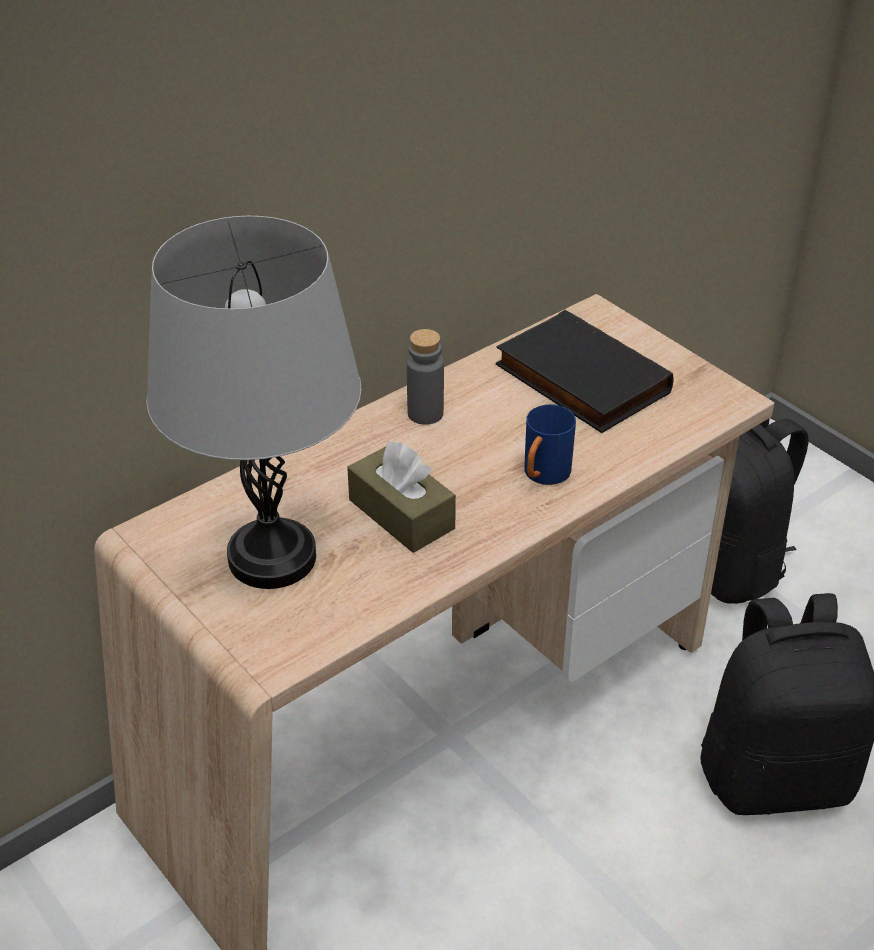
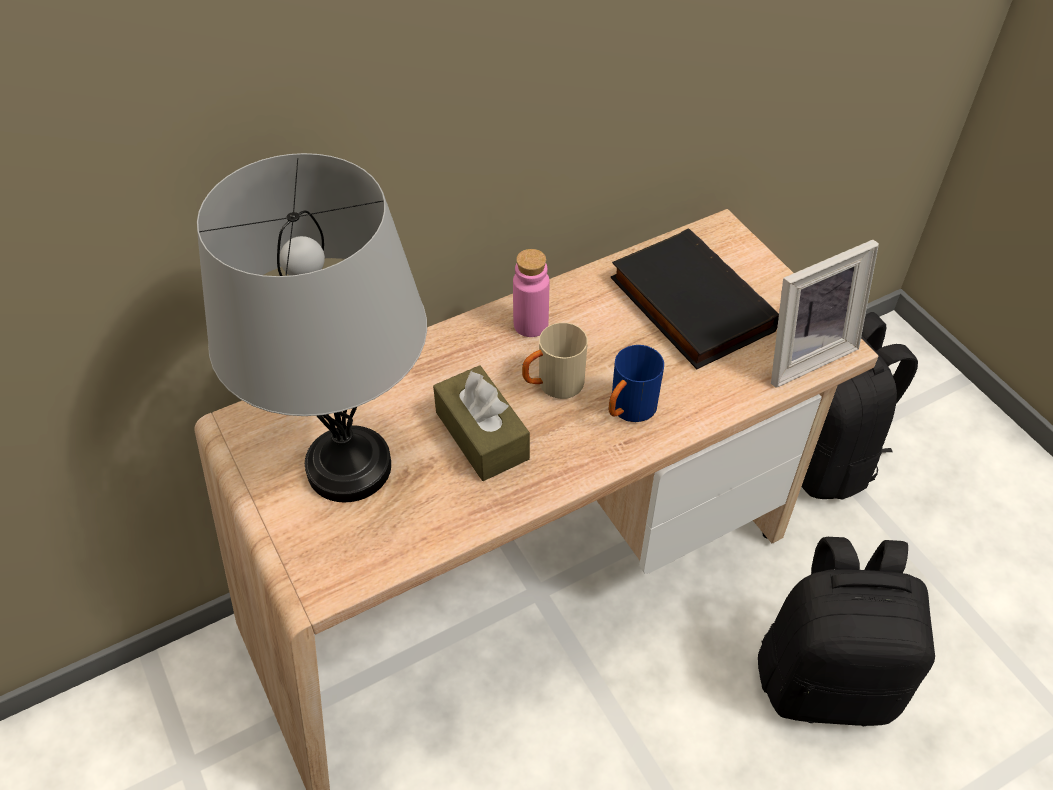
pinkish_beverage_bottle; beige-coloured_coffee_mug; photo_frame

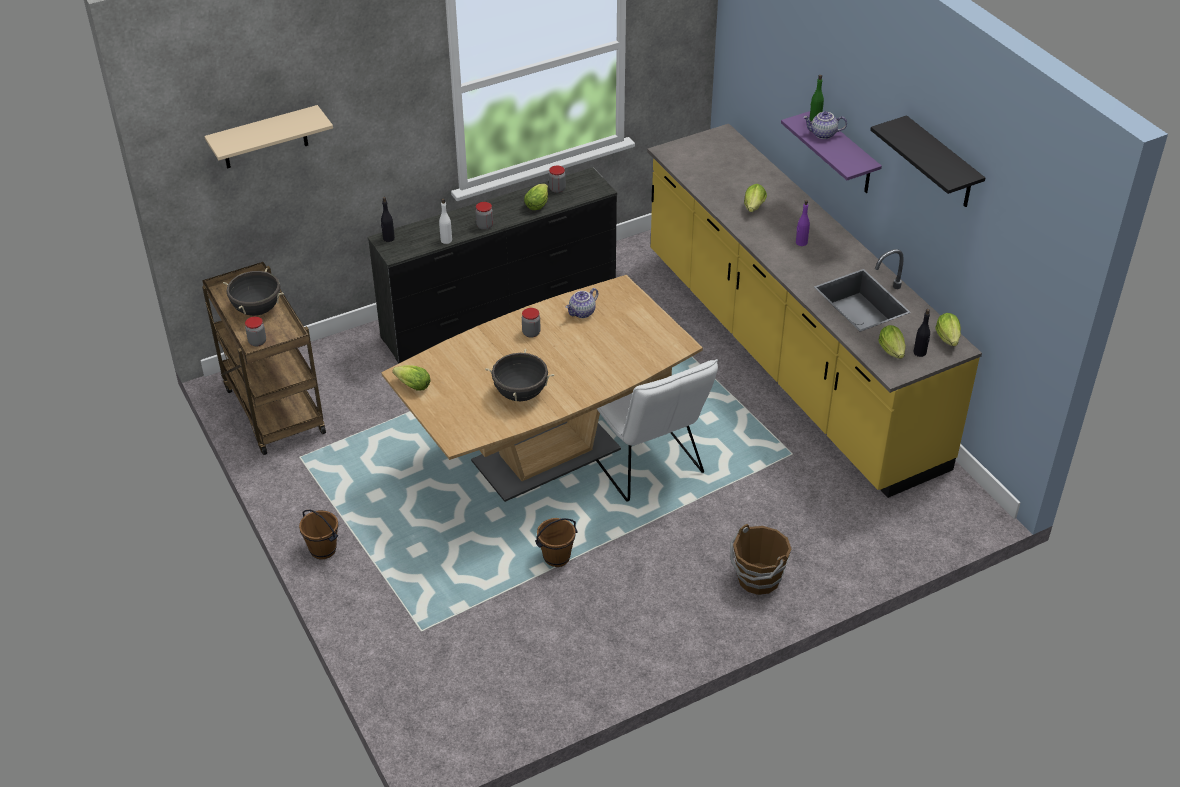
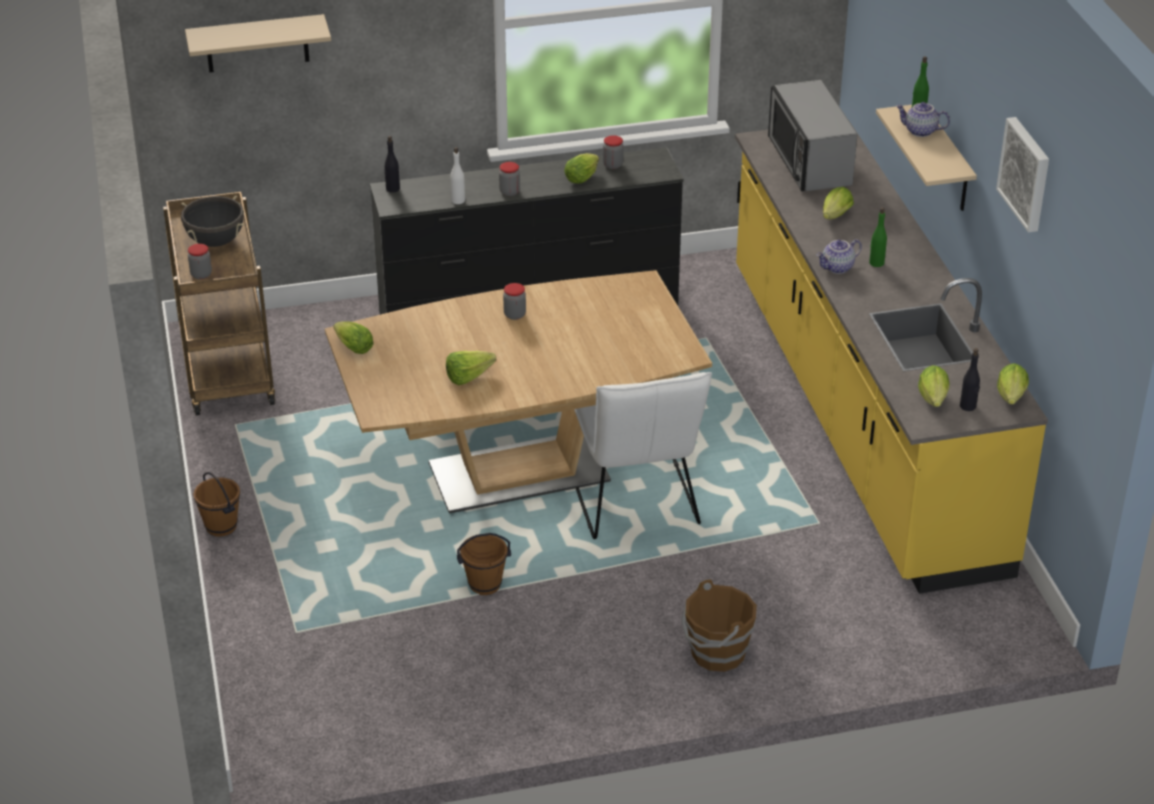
head_of_lettuce (no. 2 from left); kitchen_microwave; tea_pot (no. 1 from left); greenish_beverage_bottle (no. 1 from left); beige-coloured_shelf (no. 2 from left); picture

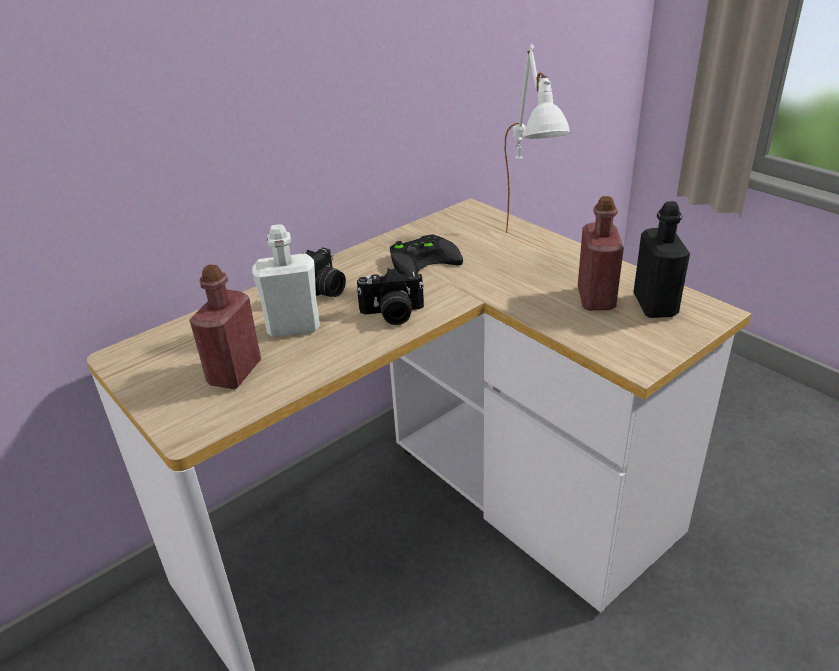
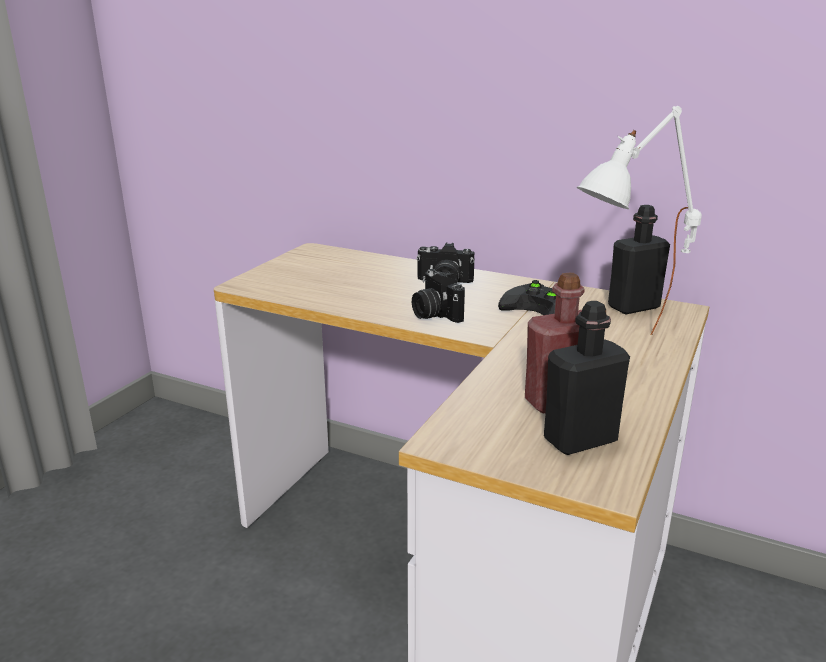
black-coloured_beverage_bottle (no. 2 from left); red_beverage_bottle (no. 1 from left in the first image); whitish_beverage_bottle

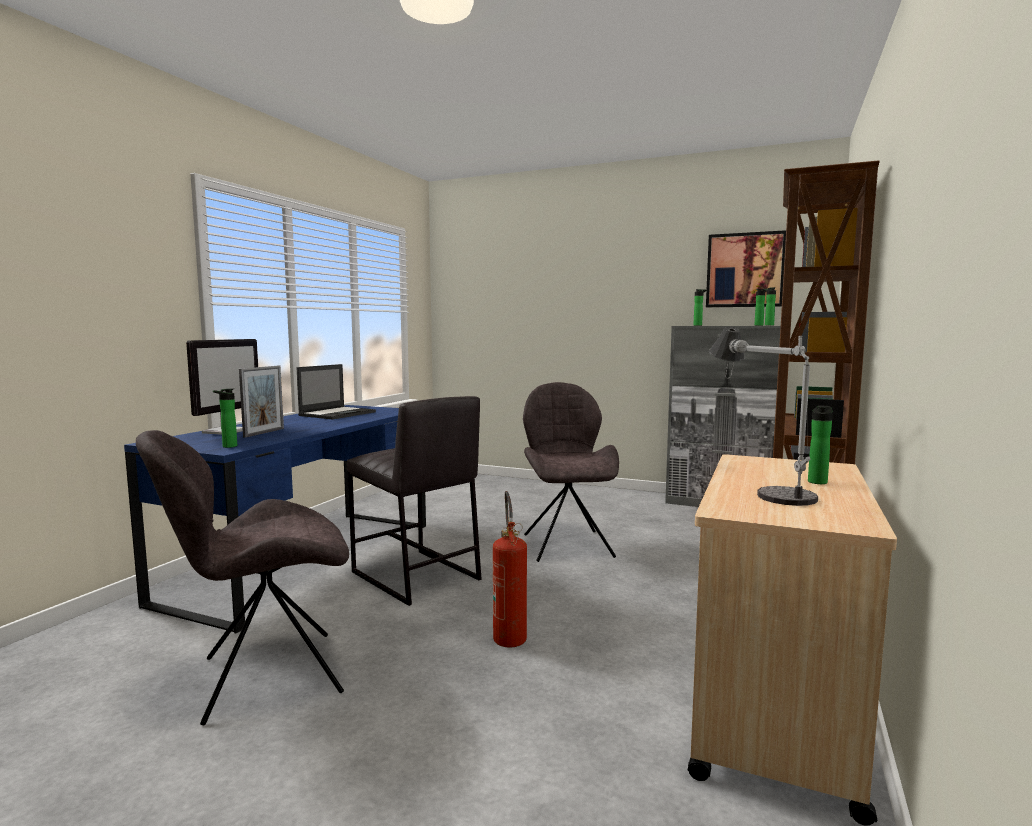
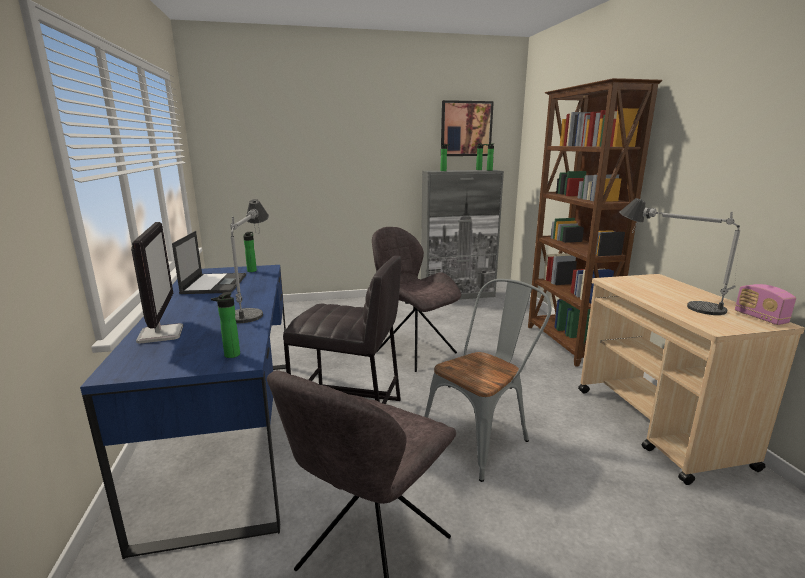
table_lamp (no. 1 from left); beverage_bottle (no. 2 from left); gray_upright_chair (no. 3 from left); radio_receiver; photo_frame

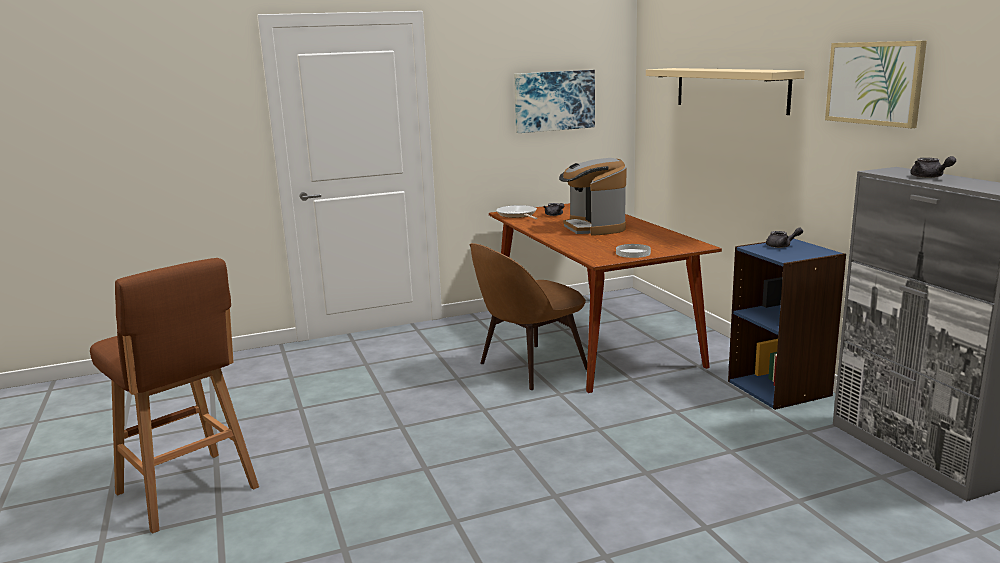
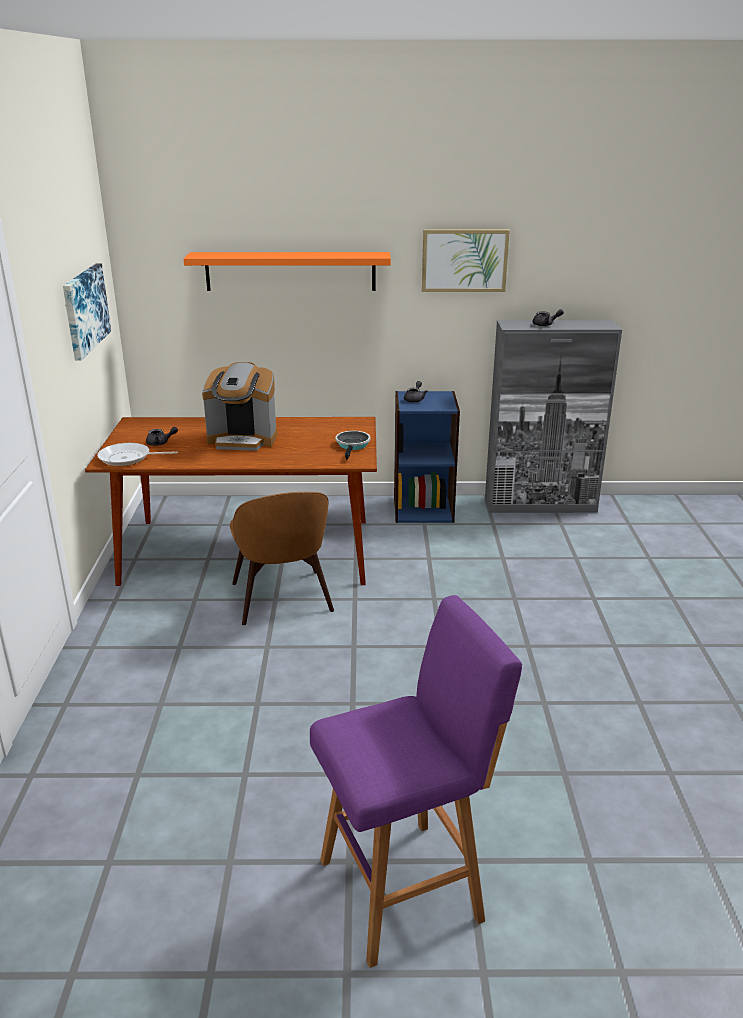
orange-coloured_shelf; purple-coloured_stool; frying_pan (no. 2 from left)

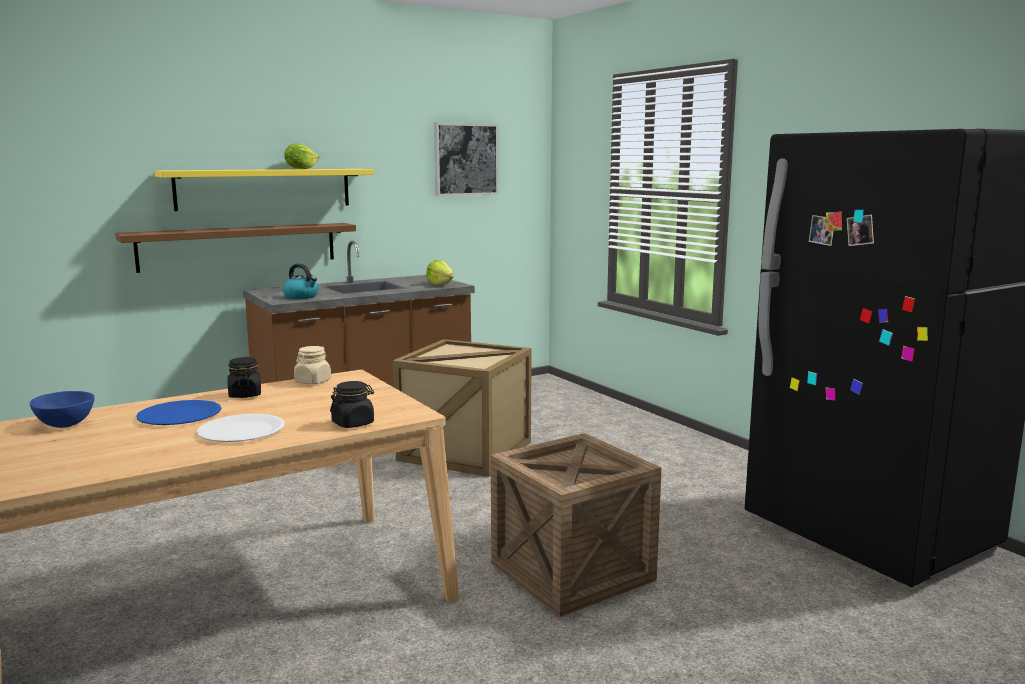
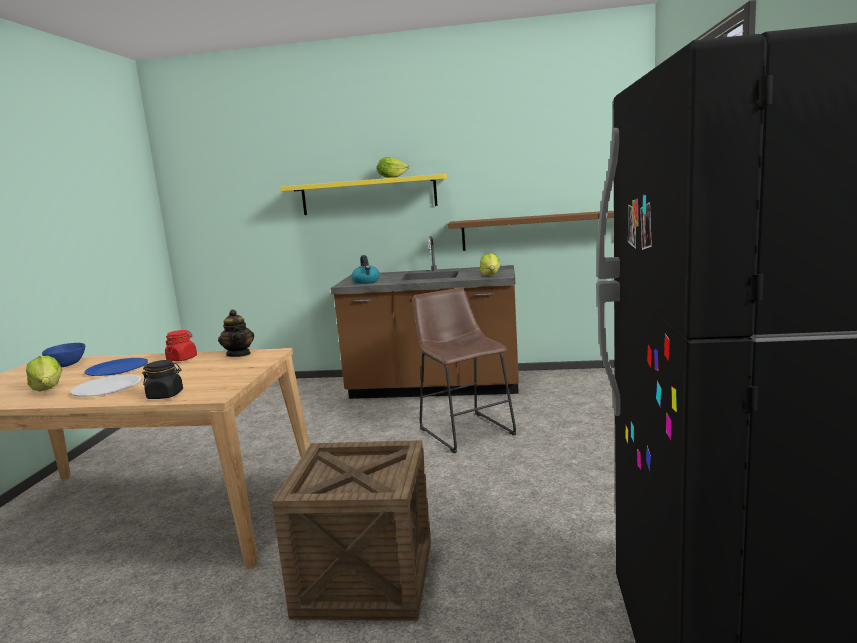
head_of_lettuce (no. 1 from left); red_storage_jar; tea_pot; brown-coloured_stool; brown-coloured_shelf; picture

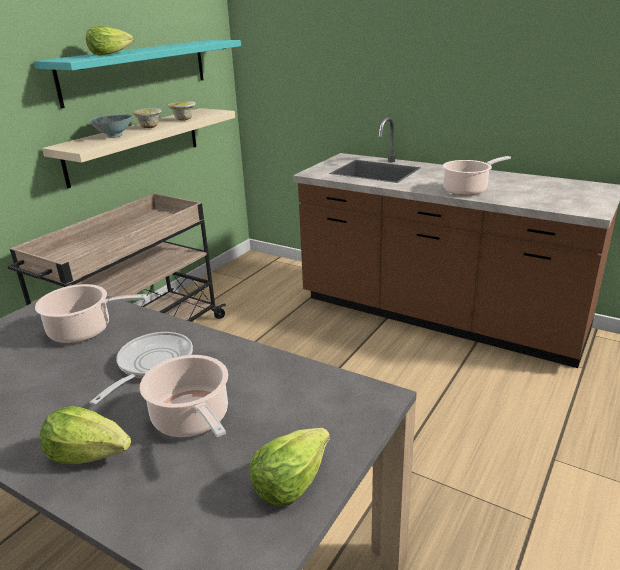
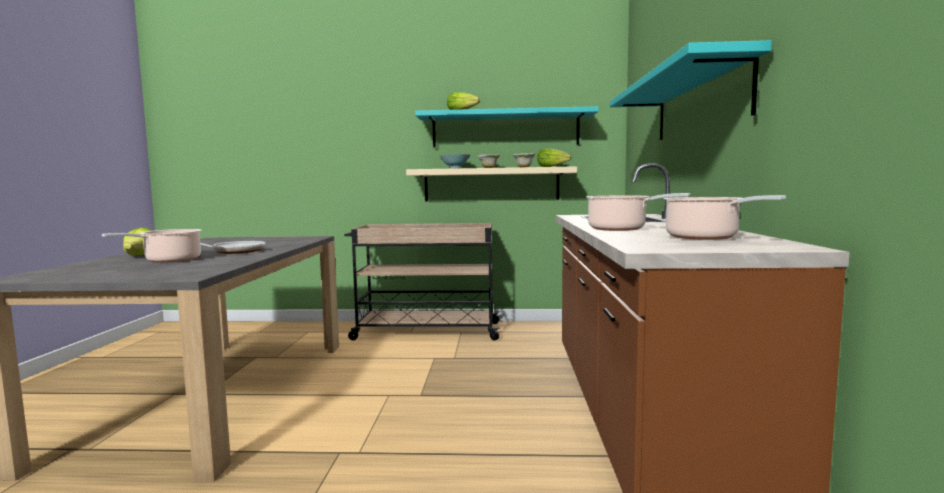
head_of_lettuce (no. 3 from left); turquoise_shelf (no. 2 from left); stockpot (no. 3 from left)

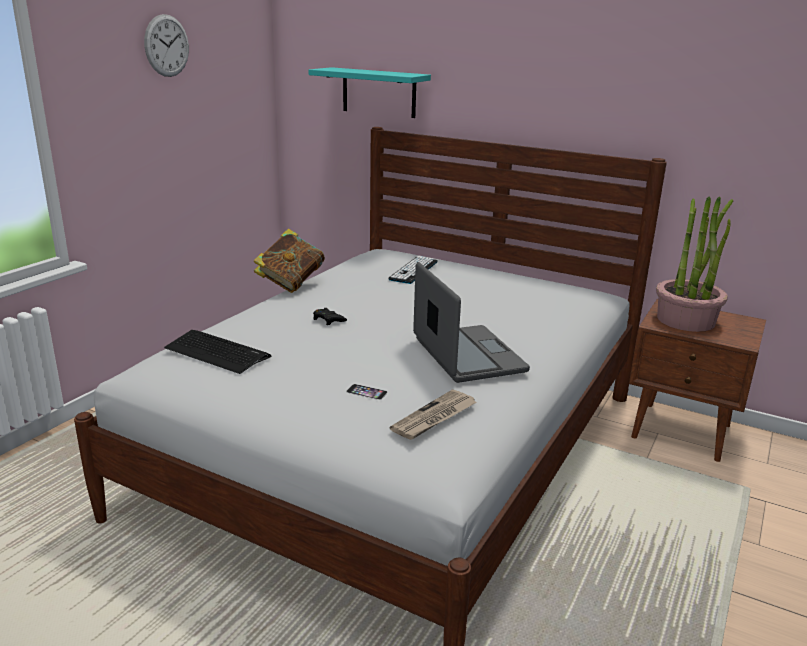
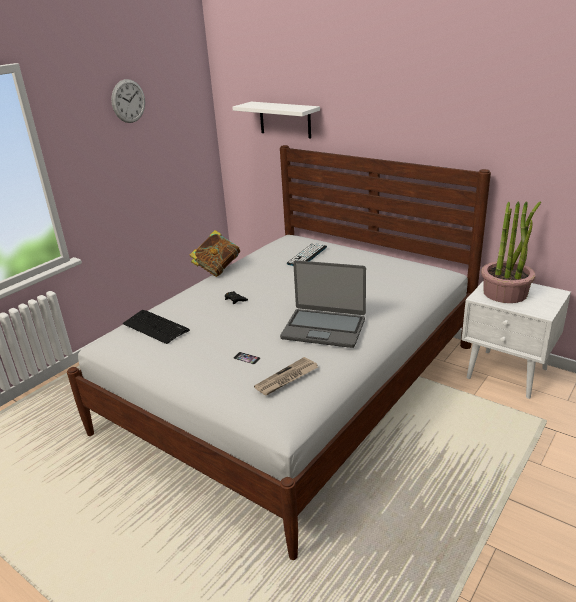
whitish_shelf; laptop; whitish_night_table

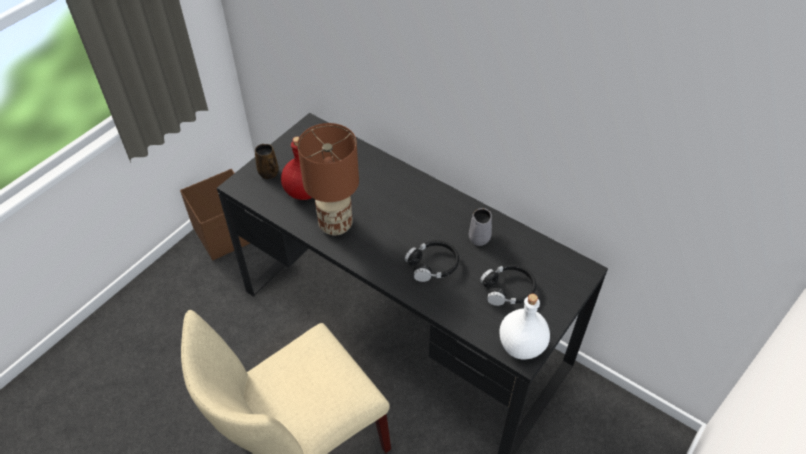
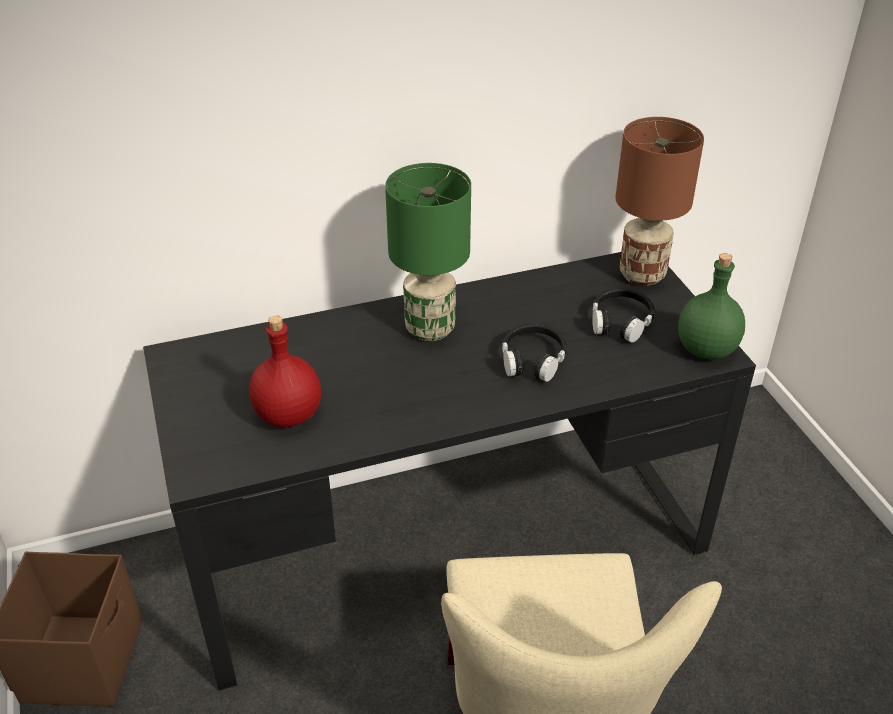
greenish_table_lamp; brown-coloured_table_lamp; greenish_beverage_bottle; brown-coloured_coffee_mug; gray_coffee_mug

